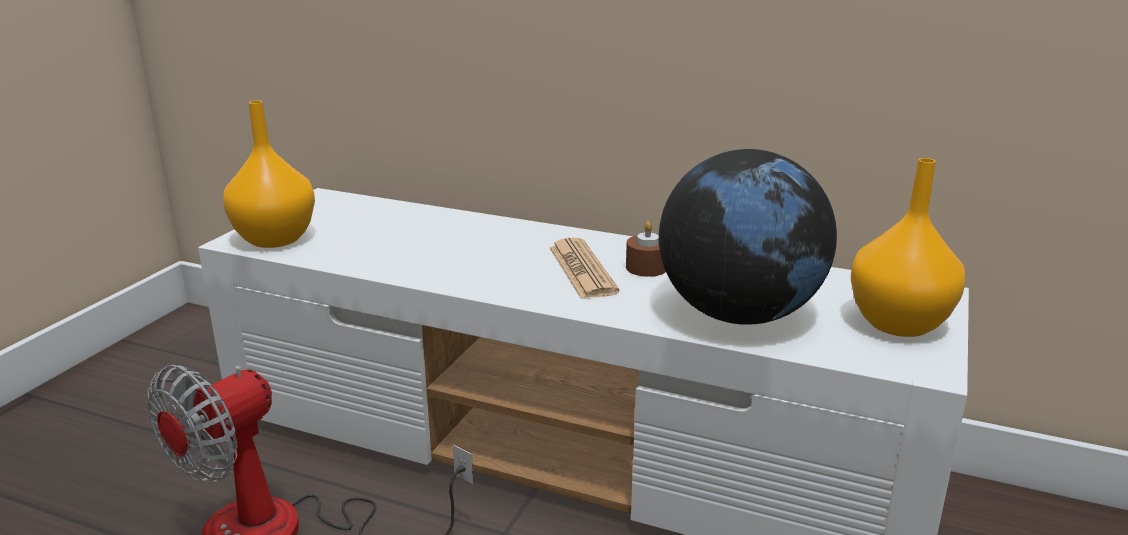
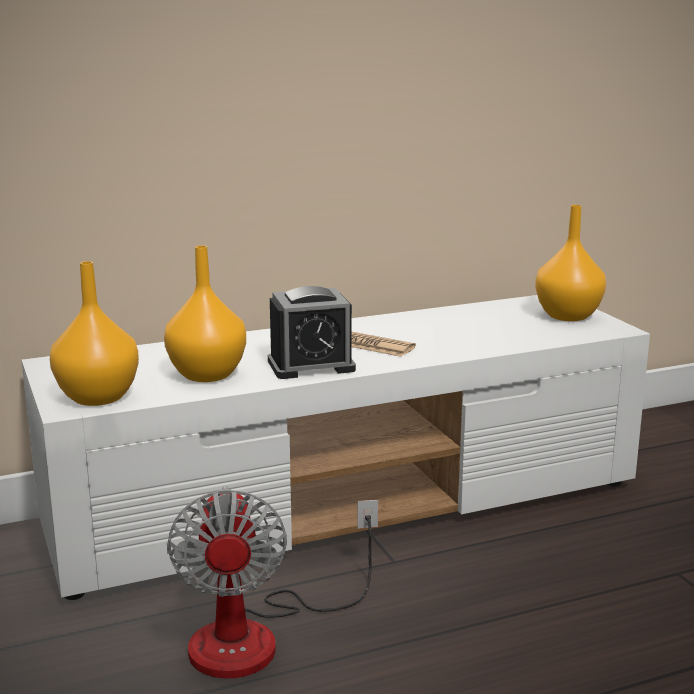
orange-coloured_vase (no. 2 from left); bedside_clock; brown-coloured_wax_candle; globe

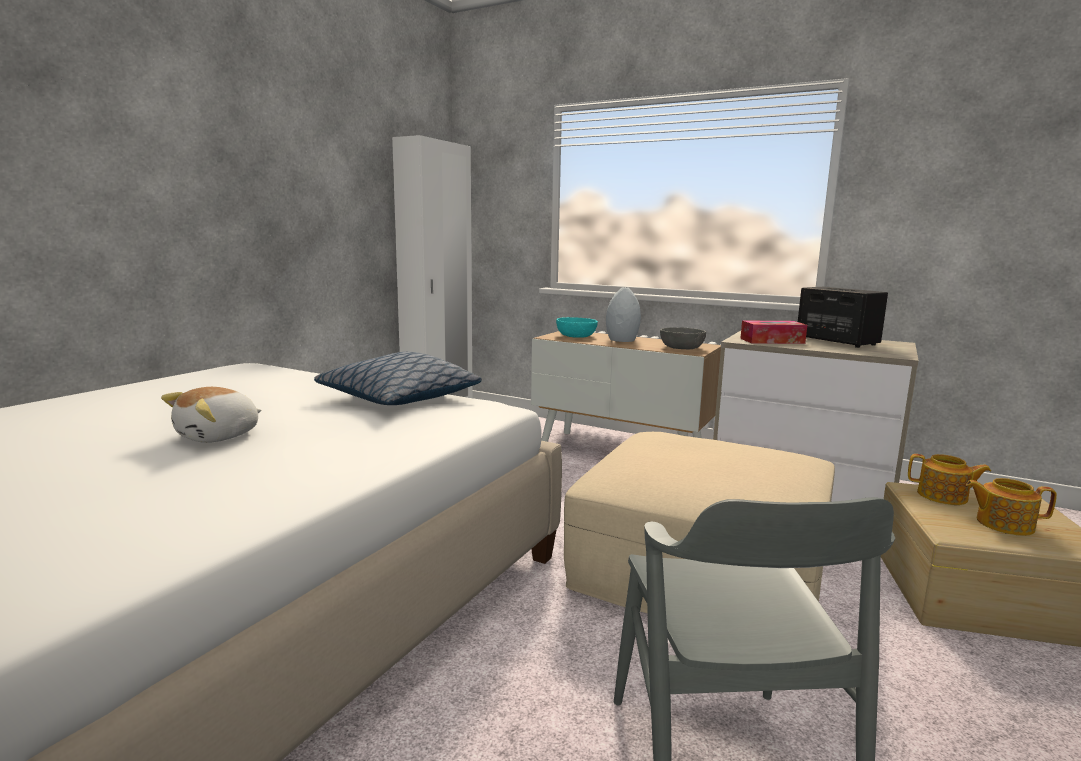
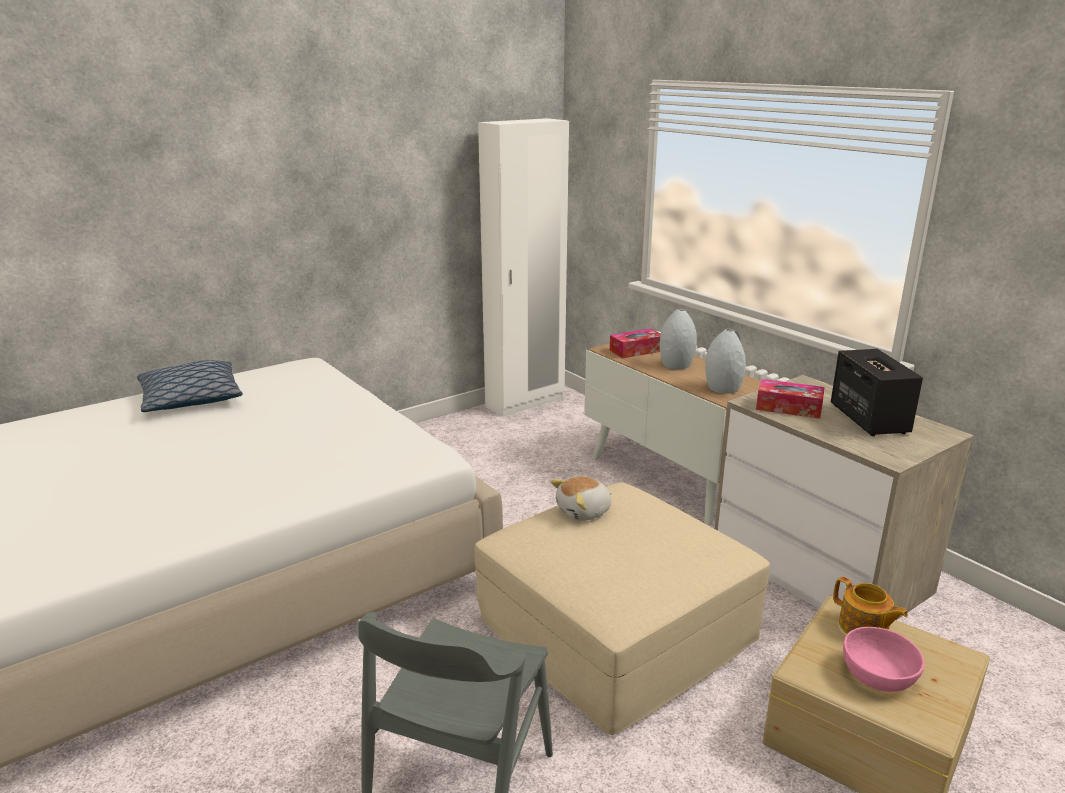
pillow; plush_toy; box_of_tissues (no. 1 from left); gray_vase (no. 2 from left); pinkish_serving_bowl

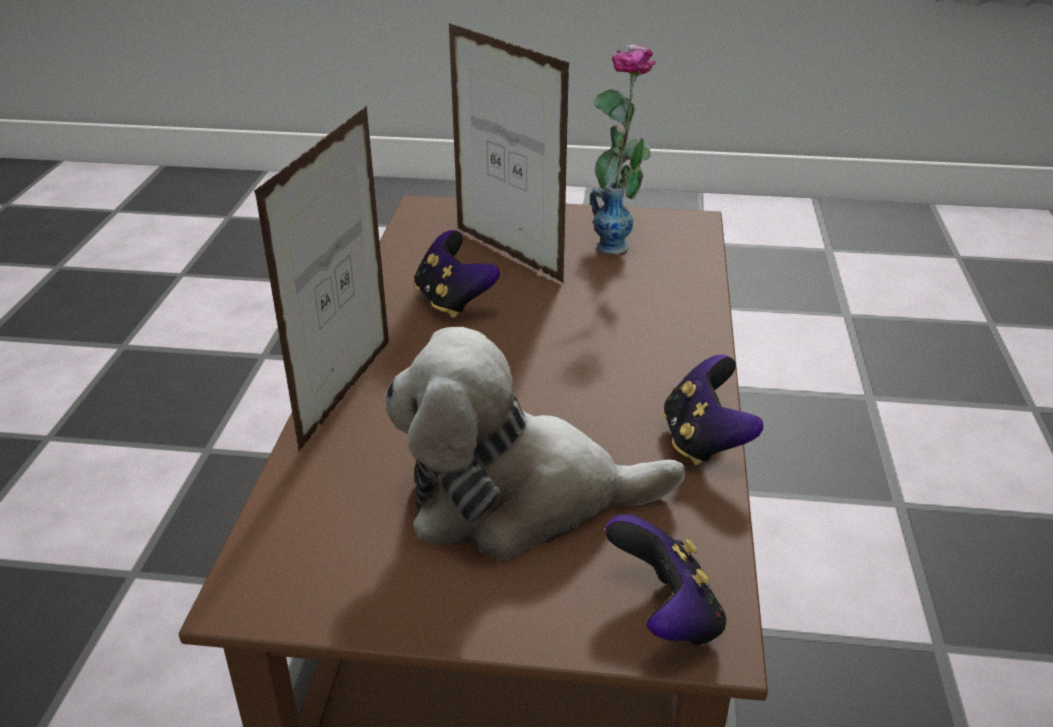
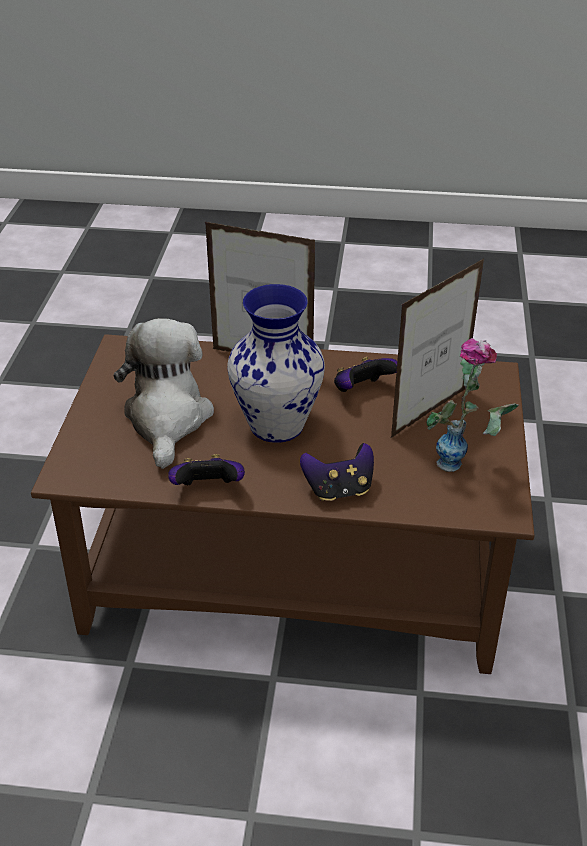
vase (no. 1 from left); gamepad (no. 2 from left)

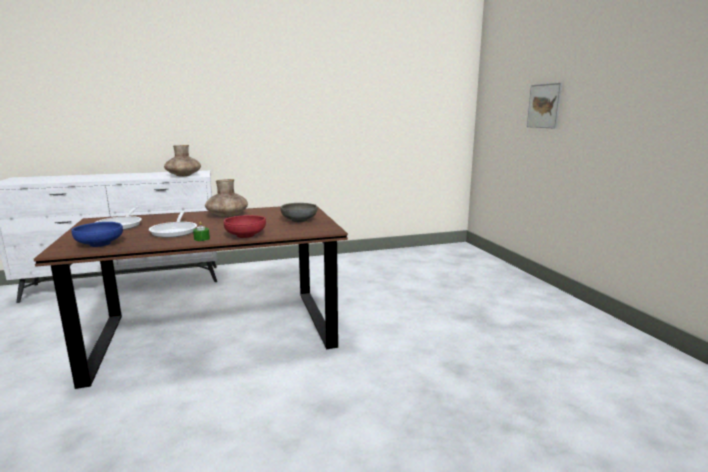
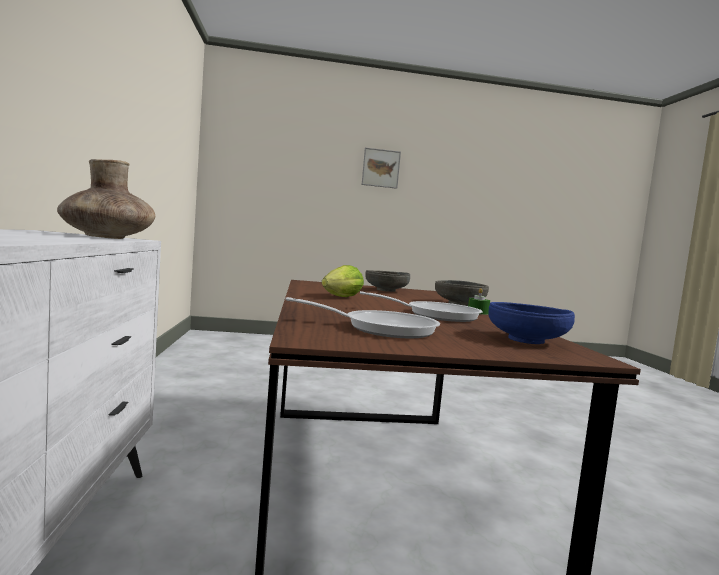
head_of_lettuce; picture; gray_serving_bowl (no. 2 from left)

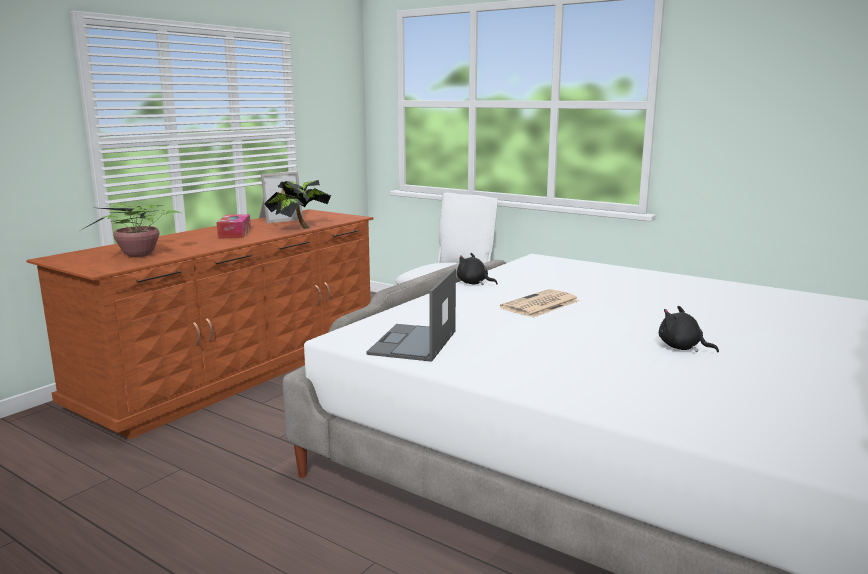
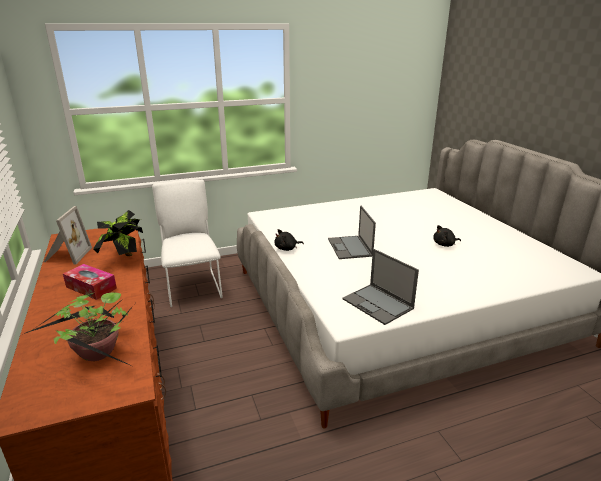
laptop (no. 1 from left)

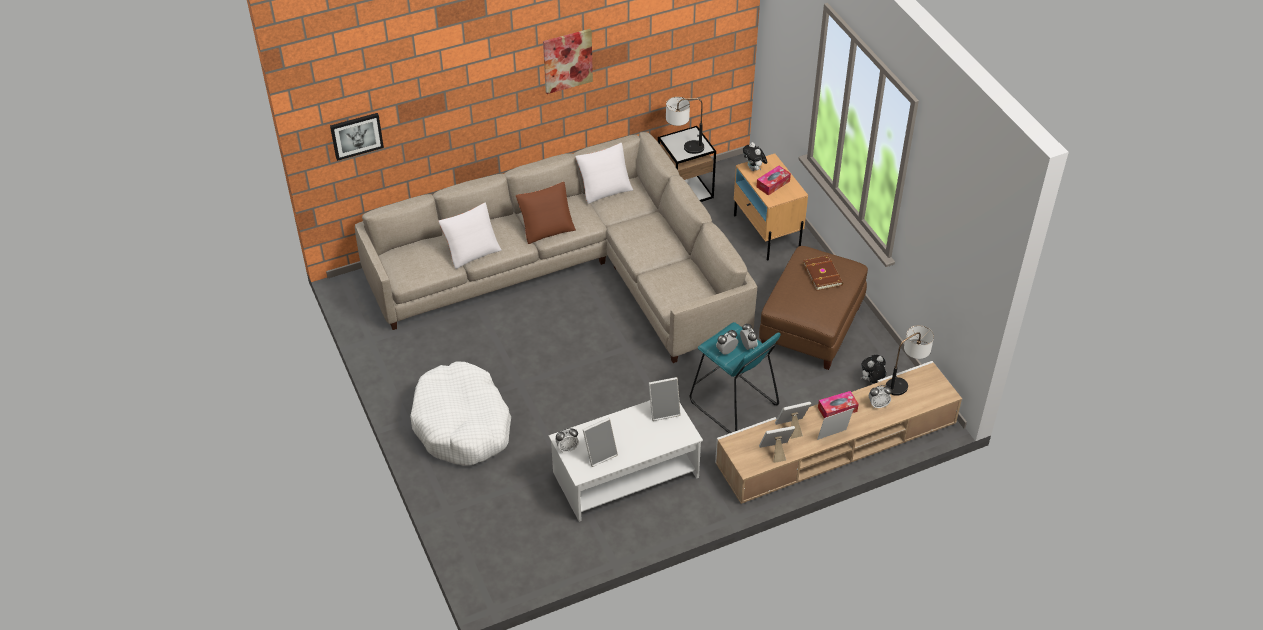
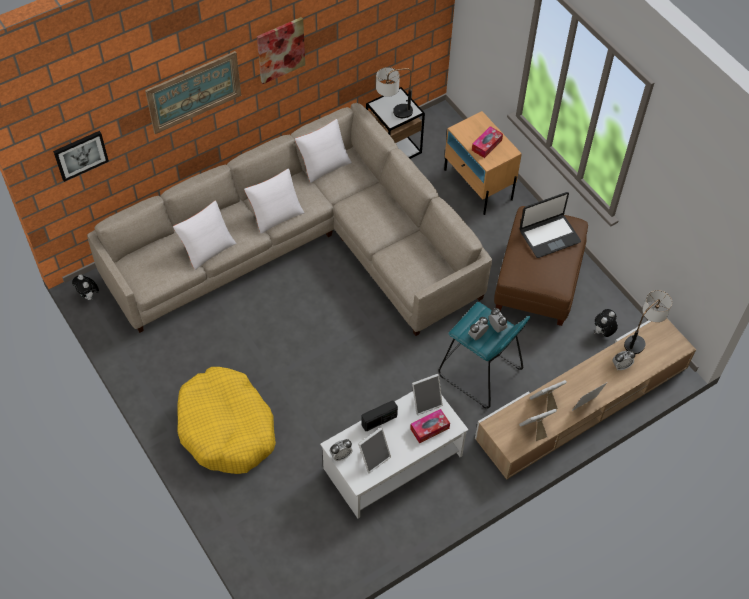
plush_toy (no. 1 from left); picture (no. 2 from left); yellow-coloured_pet_bed; whitish_pillow (no. 2 from left); radio_receiver; box_of_tissues (no. 1 from left); laptop

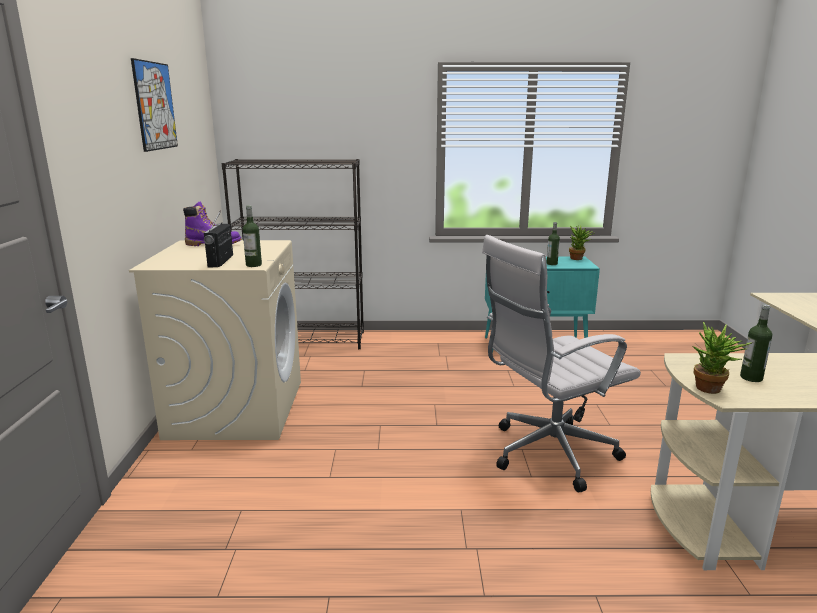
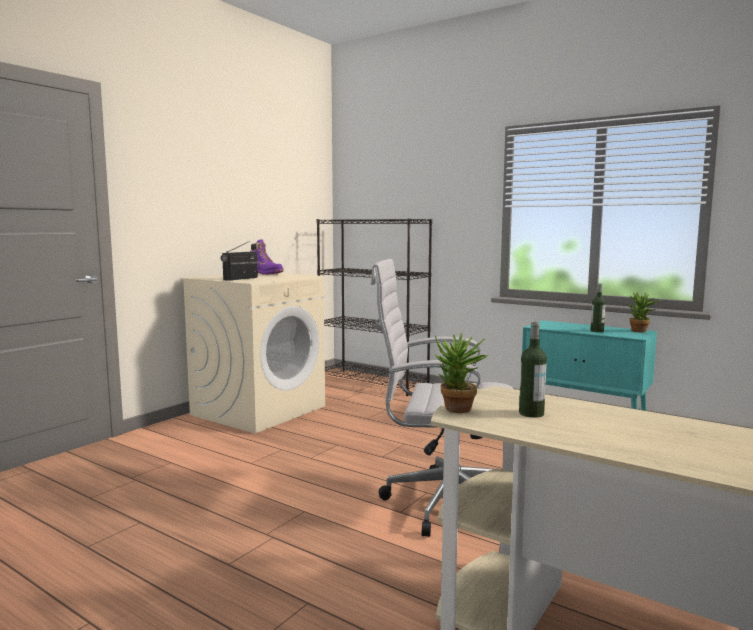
picture; beverage_bottle (no. 1 from left in the first image)

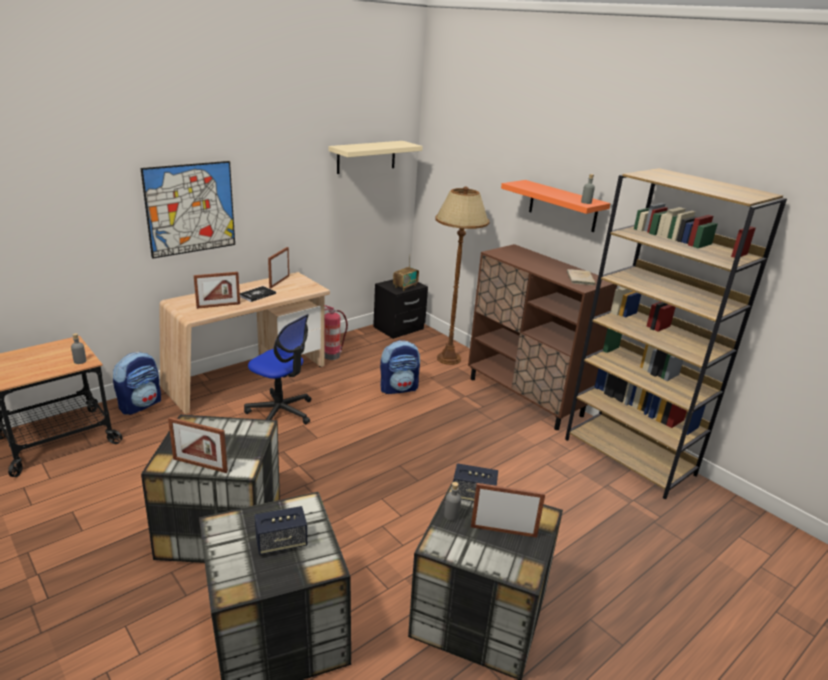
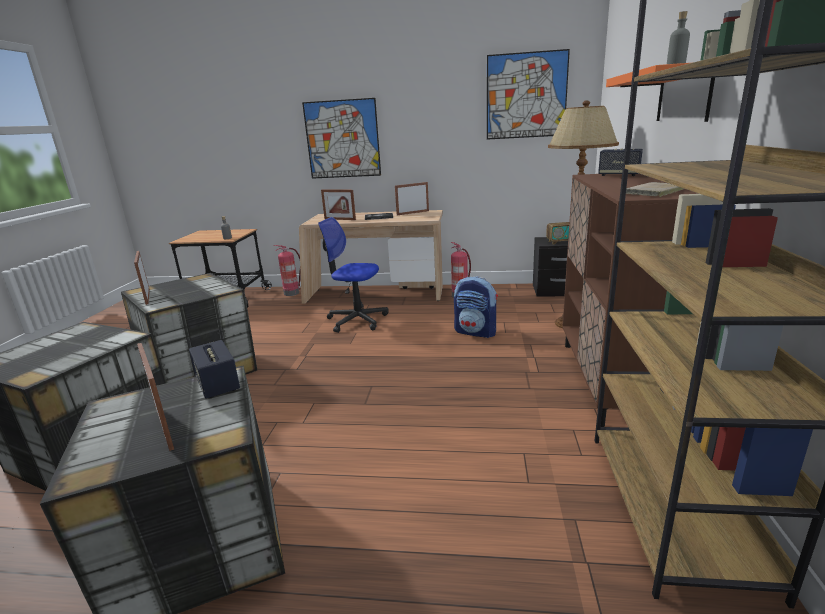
fire-fighting_cylinder (no. 1 from left); desk_chair; picture (no. 2 from left); speaker (no. 2 from left); gray_beverage_bottle (no. 2 from left in the first image)

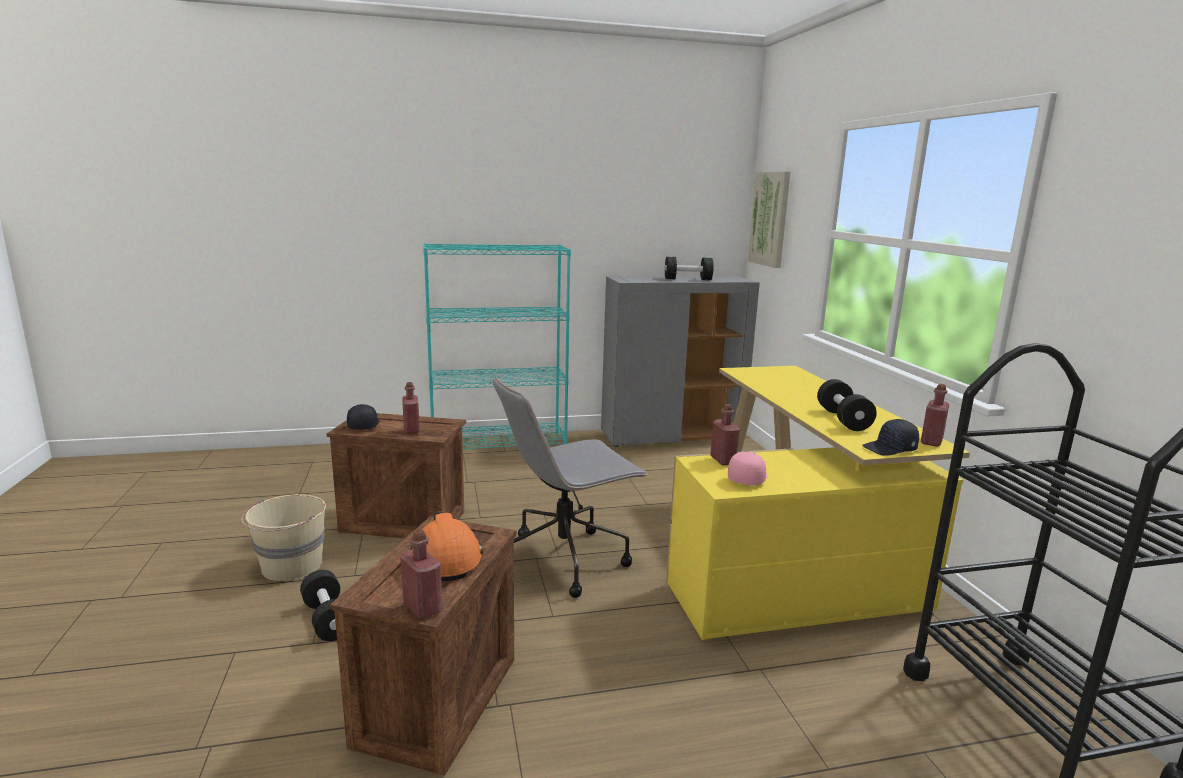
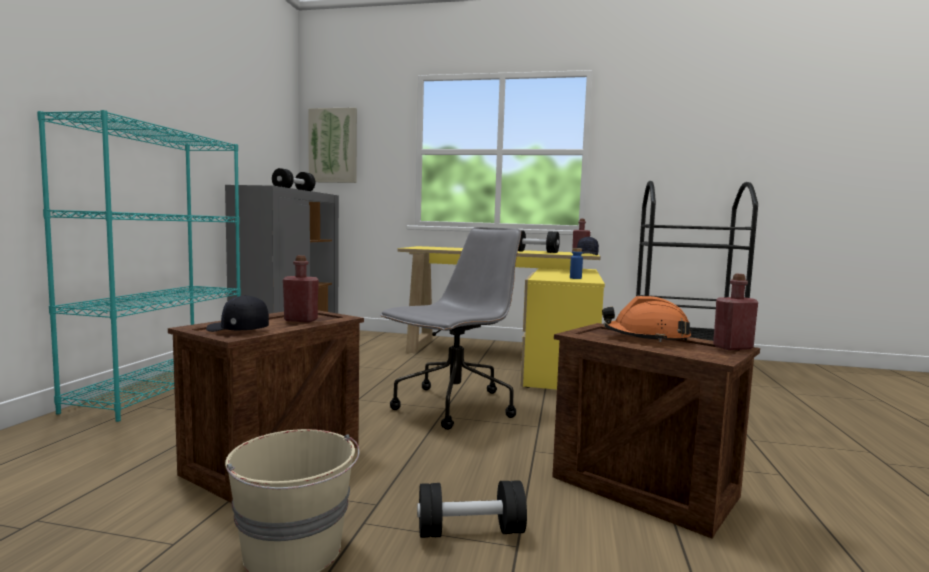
gray_desk_chair; bluish_beverage_bottle; red_beverage_bottle (no. 3 from left in the first image)

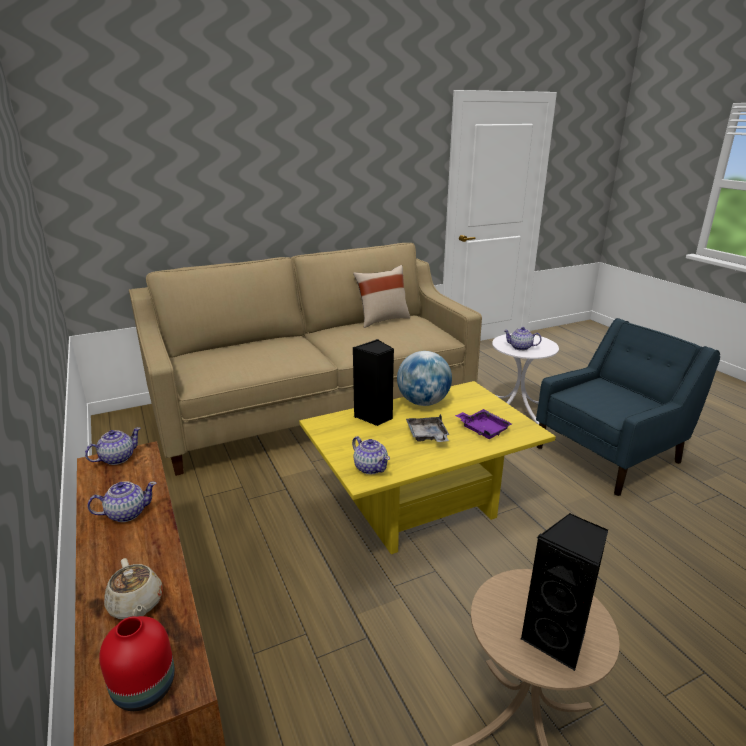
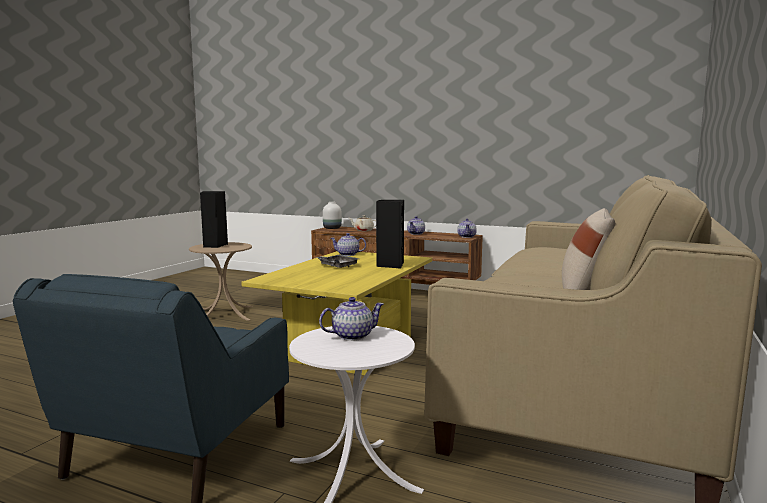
whitish_vase; globe; purple-coloured_carrying_tray

